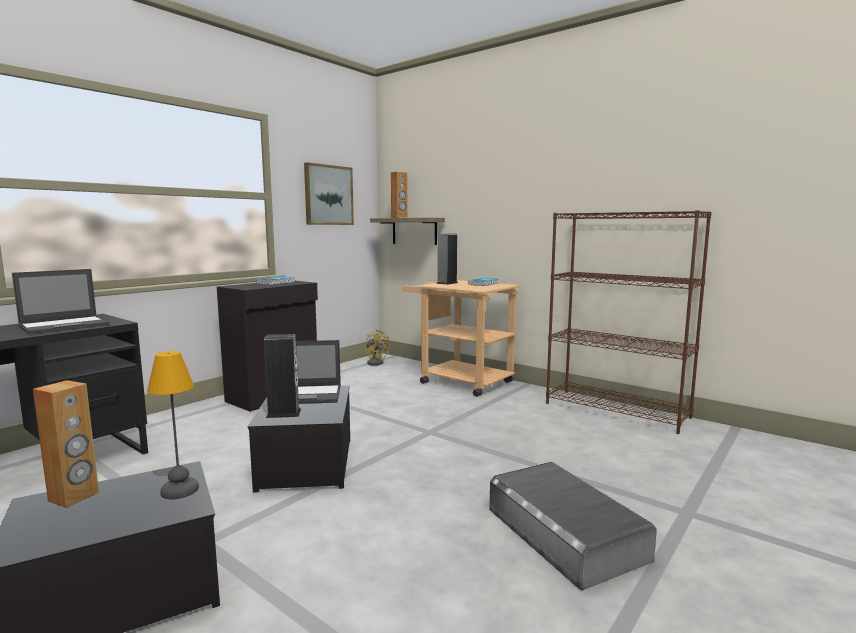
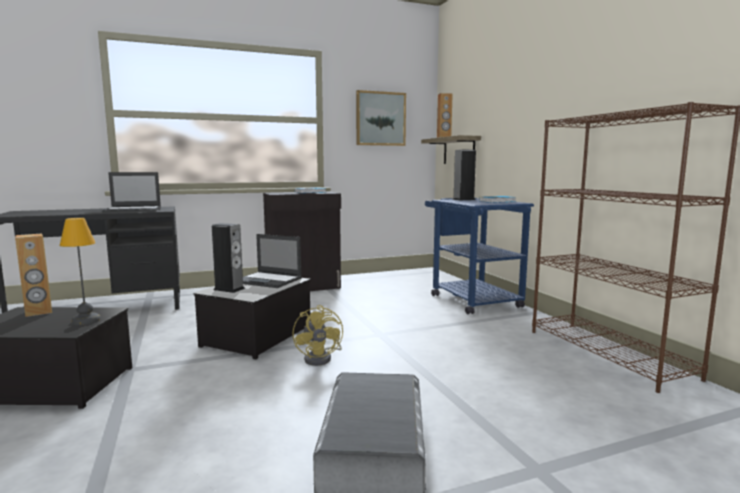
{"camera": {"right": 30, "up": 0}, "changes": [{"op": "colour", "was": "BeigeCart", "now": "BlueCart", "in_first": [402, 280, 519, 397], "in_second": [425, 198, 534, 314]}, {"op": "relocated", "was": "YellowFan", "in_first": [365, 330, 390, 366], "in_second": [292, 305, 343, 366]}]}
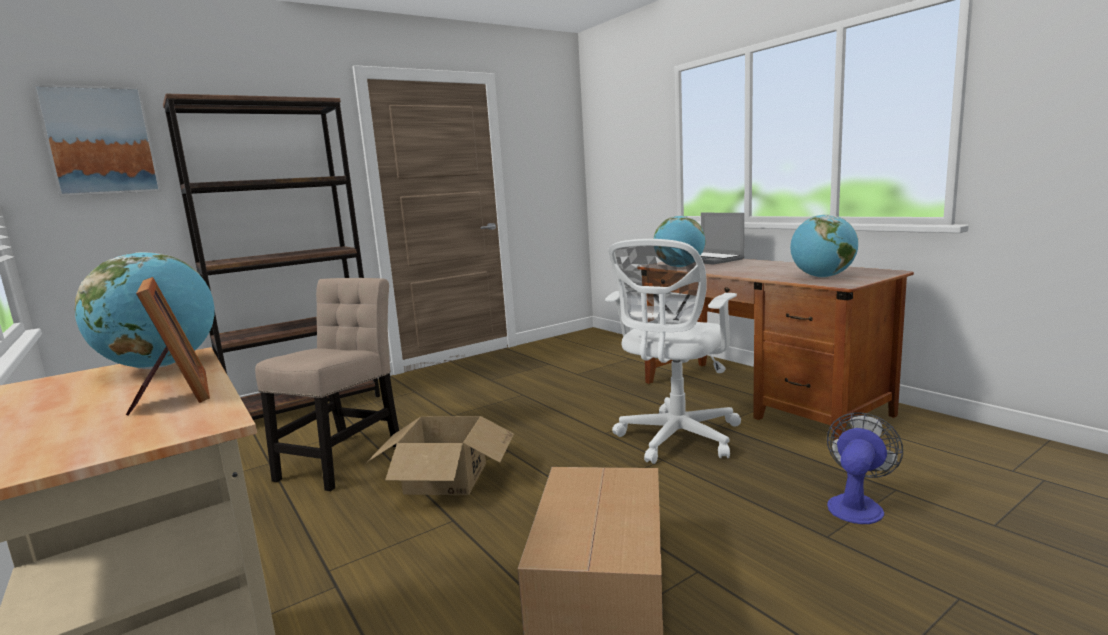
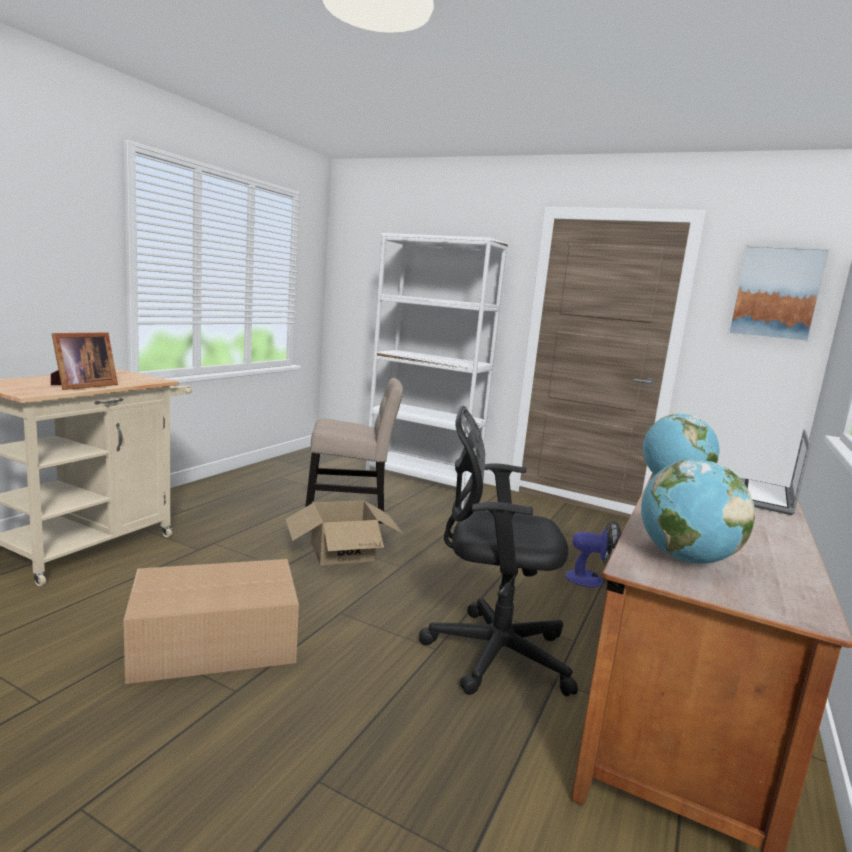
{"camera": {"right": 60, "up": 0}, "changes": [{"op": "relocated", "was": "Picture", "in_first": [32, 84, 161, 196], "in_second": [727, 245, 831, 343]}, {"op": "colour", "was": "BrownBookcase", "now": "WhiteBookcase", "in_first": [163, 93, 380, 420], "in_second": [365, 233, 508, 492]}, {"op": "colour", "was": "WhiteOfficeChair", "now": "BlackOfficeChair", "in_first": [605, 239, 741, 464], "in_second": [419, 406, 578, 696]}, {"op": "missing", "was": "Globe", "in_first": [75, 252, 215, 369]}, {"op": "relocated", "was": "Fan", "in_first": [827, 413, 903, 524], "in_second": [566, 521, 622, 587]}]}
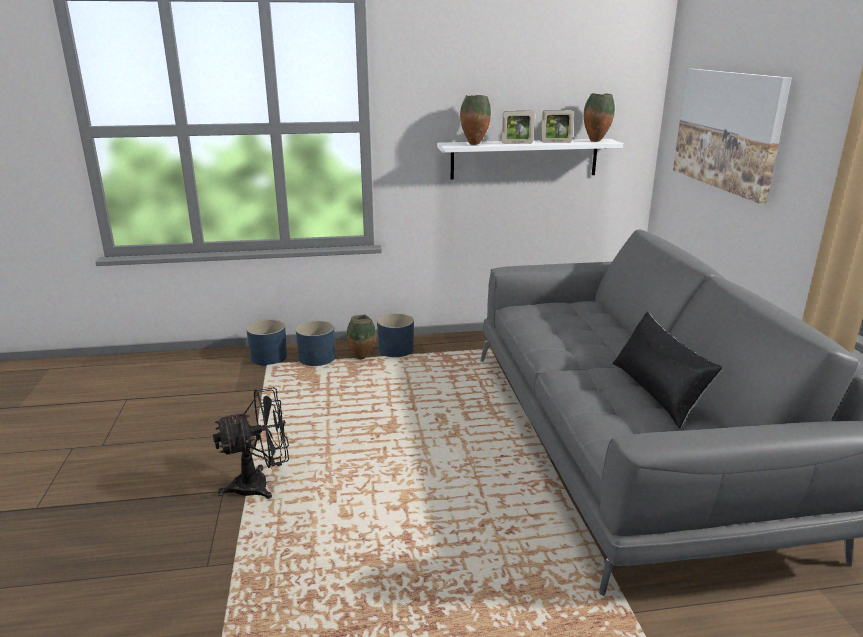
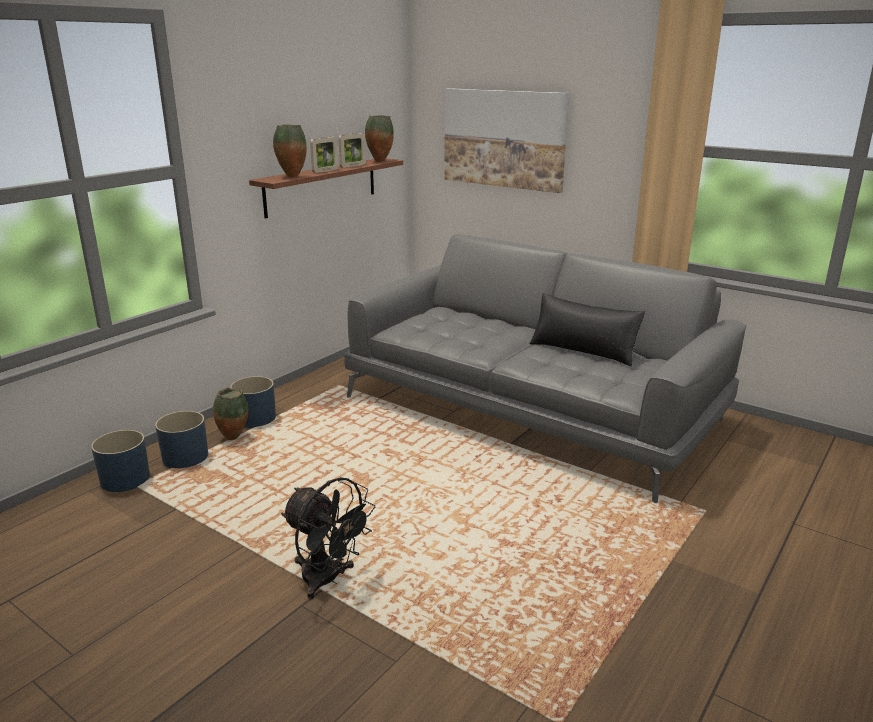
{"camera": {"right": -45, "up": 0}, "changes": [{"op": "colour", "was": "WhiteShelf", "now": "BrownShelf", "in_first": [437, 139, 623, 180], "in_second": [249, 158, 403, 219]}, {"op": "spun", "was": "BlackFan", "in_first": [213, 387, 289, 499], "in_second": [281, 477, 375, 599], "clockwise": 105}]}
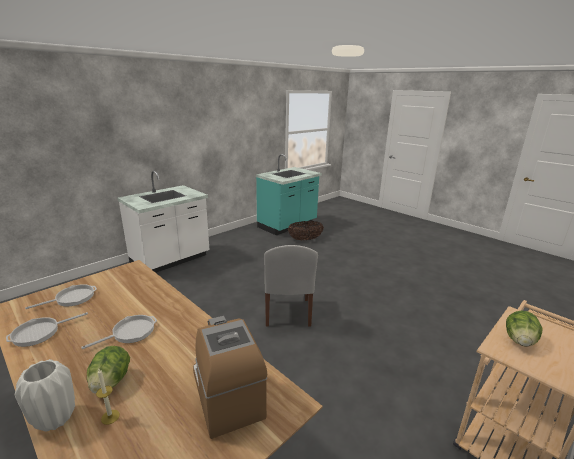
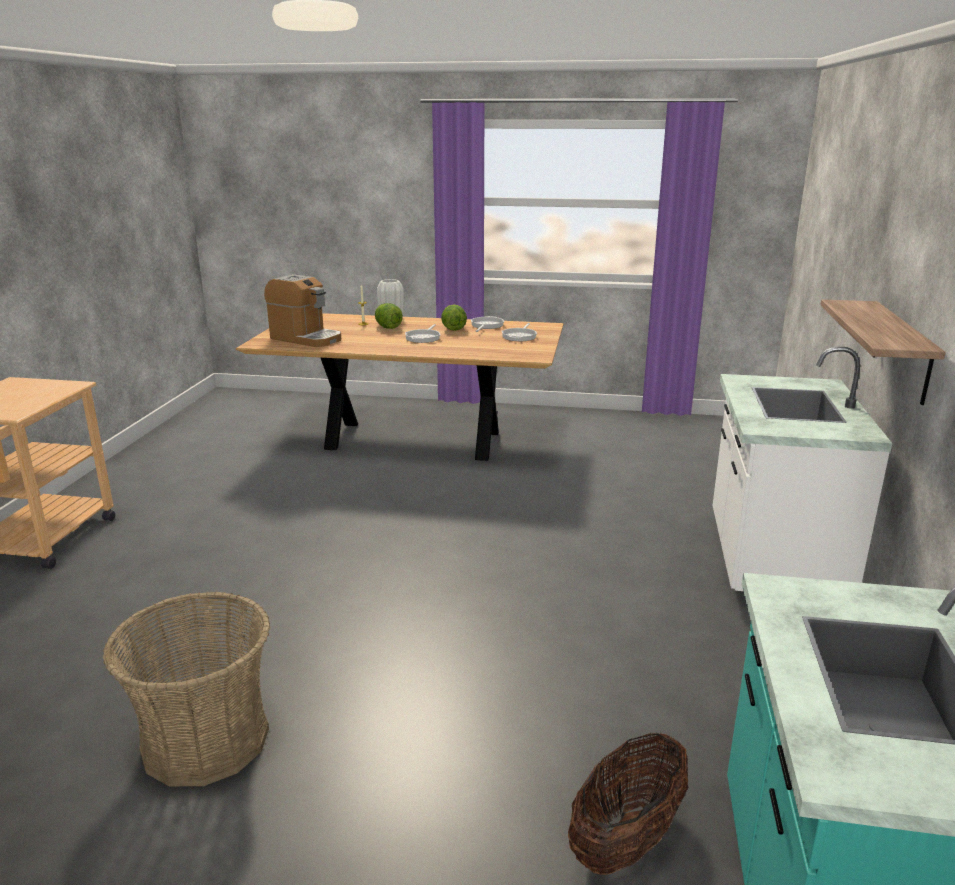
{"camera": {"right": 145, "up": 0}, "changes": [{"op": "missing", "was": "WhiteChair", "in_first": [264, 245, 318, 327]}, {"op": "relocated", "was": "Lettuce", "in_first": [506, 311, 543, 347], "in_second": [441, 304, 467, 331]}, {"op": "appeared", "now": "Shelf", "in_second": [820, 299, 946, 405]}, {"op": "appeared", "now": "Basket", "in_second": [103, 591, 270, 786]}]}
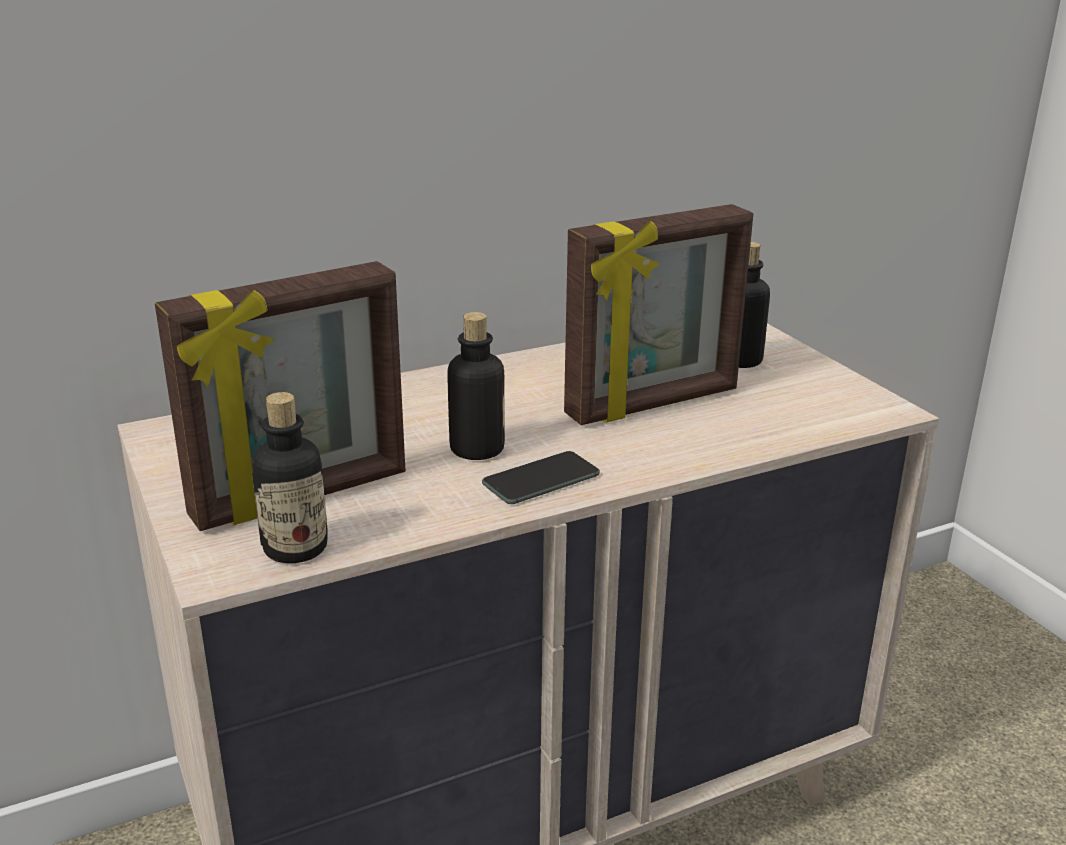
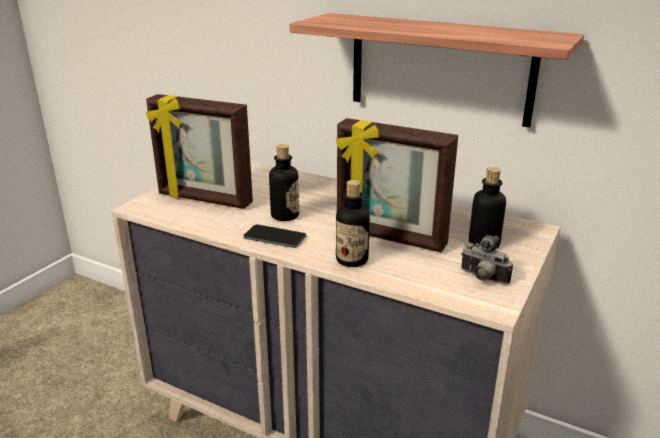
{"camera": {"right": 55, "up": 0}, "changes": [{"op": "relocated", "was": "Bottle", "in_first": [252, 392, 328, 563], "in_second": [336, 180, 370, 267]}, {"op": "appeared", "now": "Shelf", "in_second": [289, 13, 584, 127]}, {"op": "appeared", "now": "PhotoCamera", "in_second": [461, 235, 513, 285]}]}
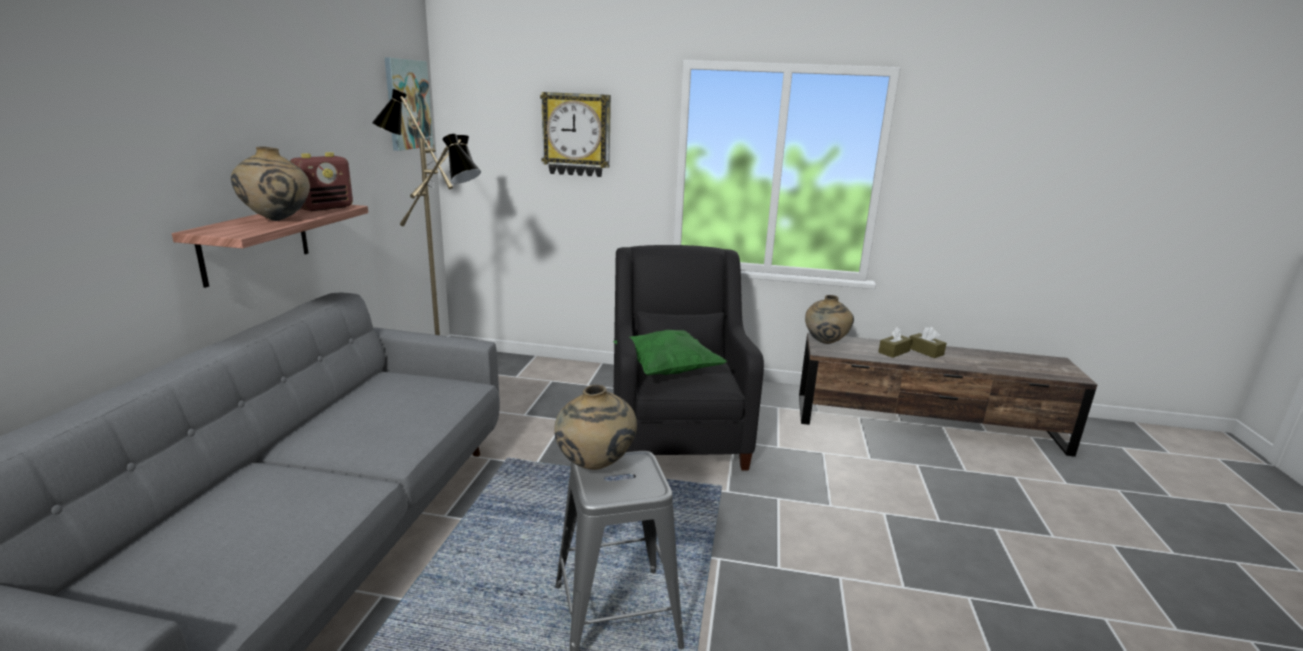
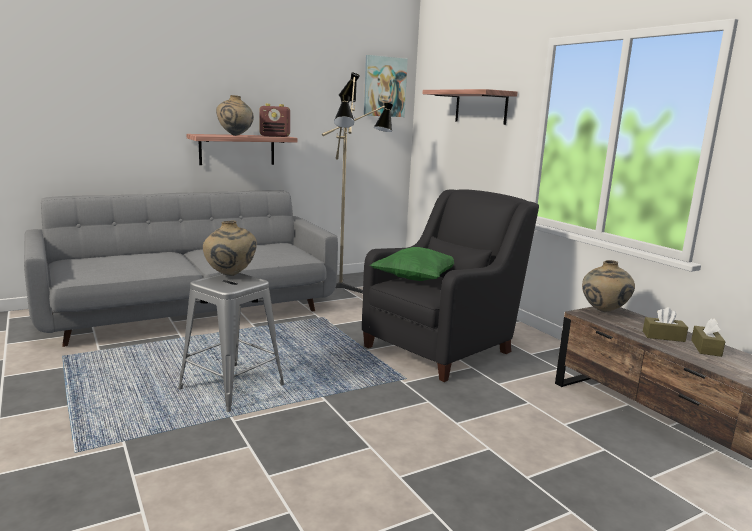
{"camera": {"right": 50, "up": -5}, "changes": [{"op": "exchanged", "was": "WallClock", "now": "Shelf", "in_first": [540, 92, 611, 177], "in_second": [422, 89, 517, 125]}]}
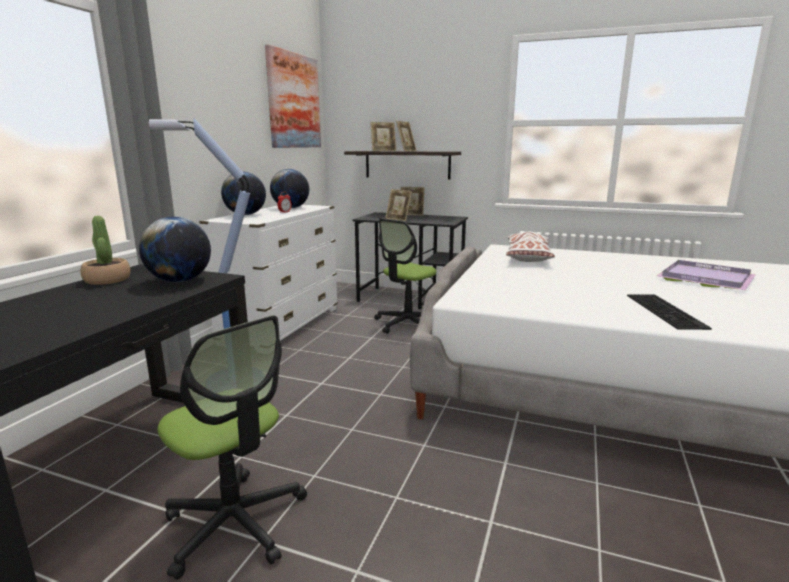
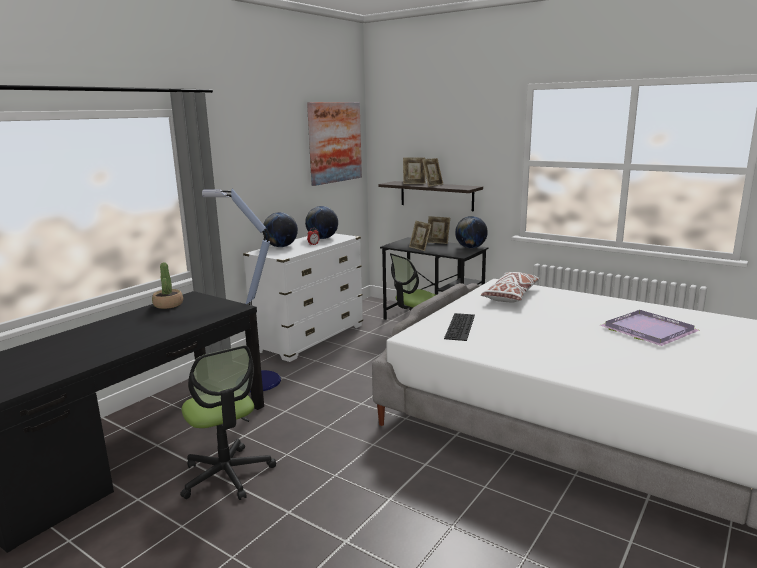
{"camera": {"right": 15, "up": 0}, "changes": [{"op": "relocated", "was": "Globe", "in_first": [139, 216, 211, 282], "in_second": [455, 216, 488, 248]}, {"op": "relocated", "was": "Keyboard", "in_first": [627, 294, 712, 330], "in_second": [444, 313, 475, 341]}]}
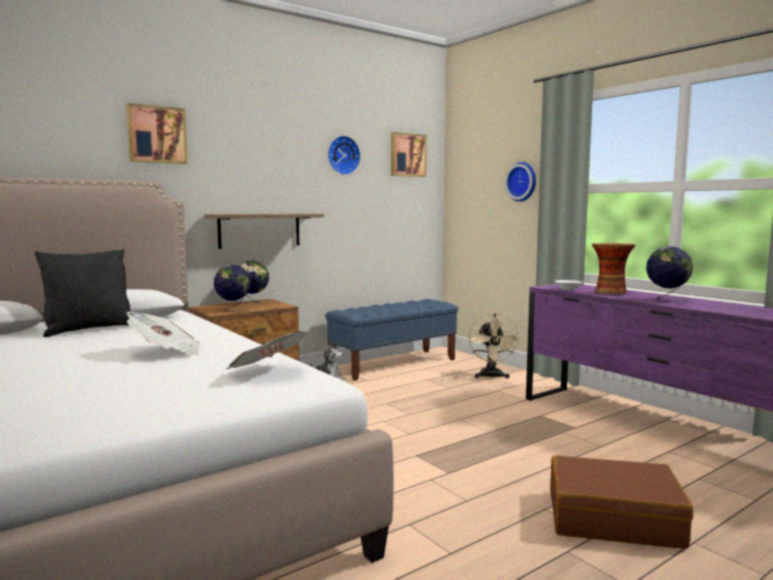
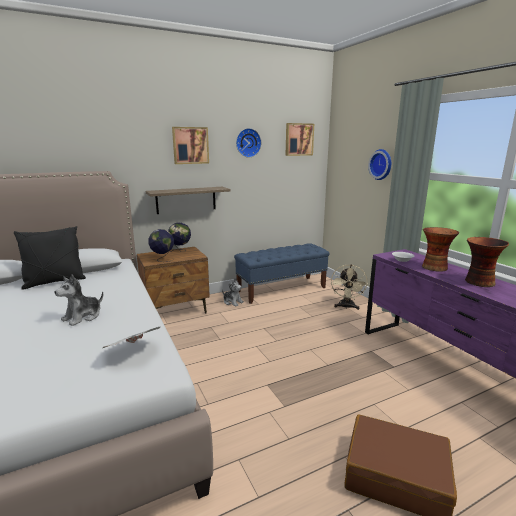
{"camera": {"right": 10, "up": 10}, "changes": [{"op": "relocated", "was": "Picture", "in_first": [126, 103, 188, 164], "in_second": [172, 127, 209, 164]}, {"op": "exchanged", "was": "Globe", "now": "Vase", "in_first": [646, 246, 693, 302], "in_second": [465, 237, 509, 287]}, {"op": "exchanged", "was": "Newspaper", "now": "PlushToy", "in_first": [127, 312, 200, 355], "in_second": [54, 275, 103, 326]}]}
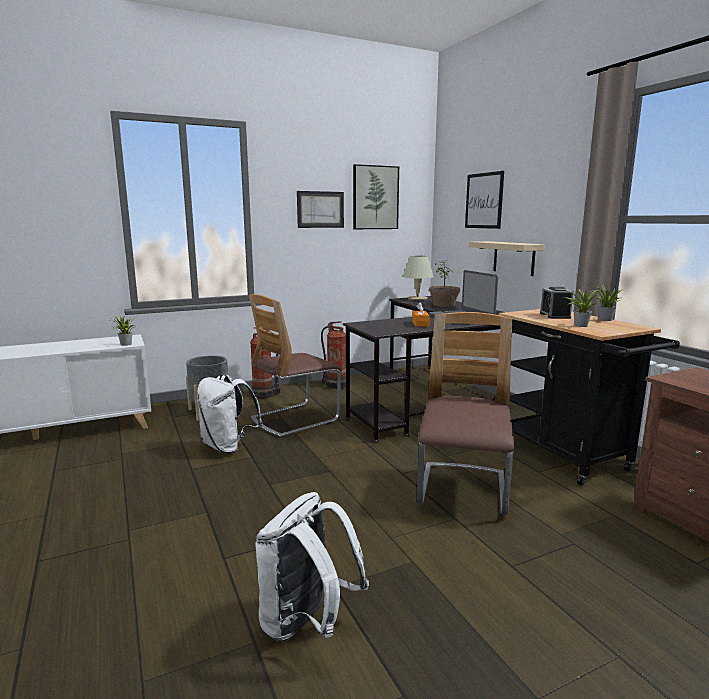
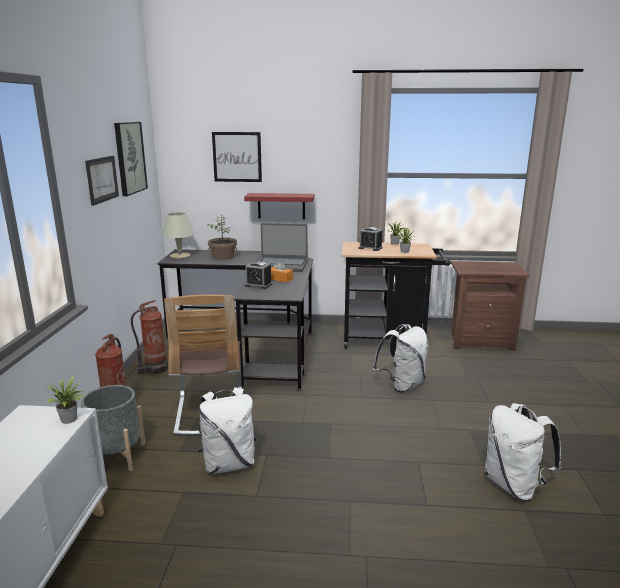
{"camera": {"right": -60, "up": 5}, "changes": [{"op": "colour", "was": "BeigeShelf", "now": "RedShelf", "in_first": [469, 241, 545, 276], "in_second": [244, 193, 314, 219]}, {"op": "exchanged", "was": "Chair", "now": "WhiteBackpack", "in_first": [417, 312, 514, 515], "in_second": [373, 324, 428, 393]}, {"op": "appeared", "now": "AlarmClock", "in_second": [245, 261, 272, 289]}]}
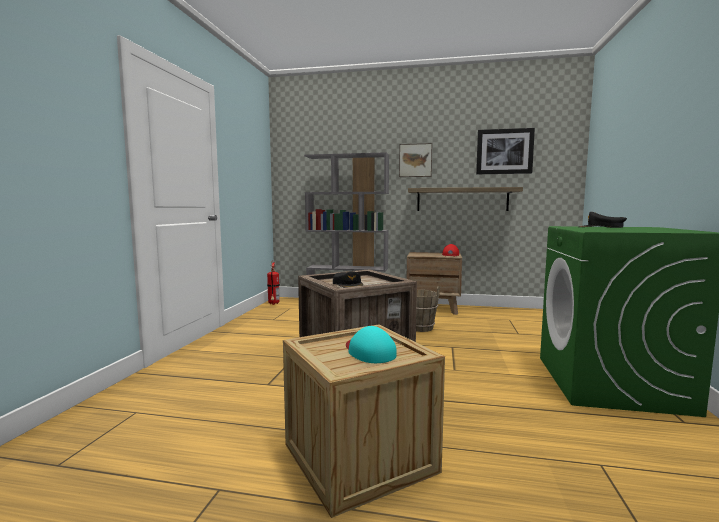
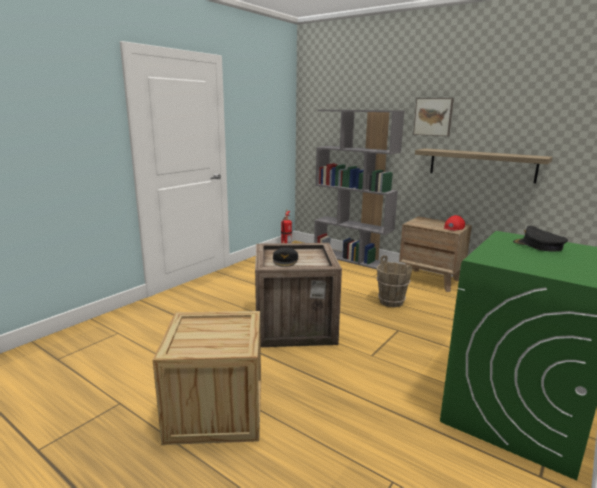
{"camera": {"right": 25, "up": 10}, "changes": [{"op": "missing", "was": "Picture", "in_first": [476, 128, 535, 174]}, {"op": "missing", "was": "TurquoiseCap", "in_first": [346, 326, 397, 363]}]}
